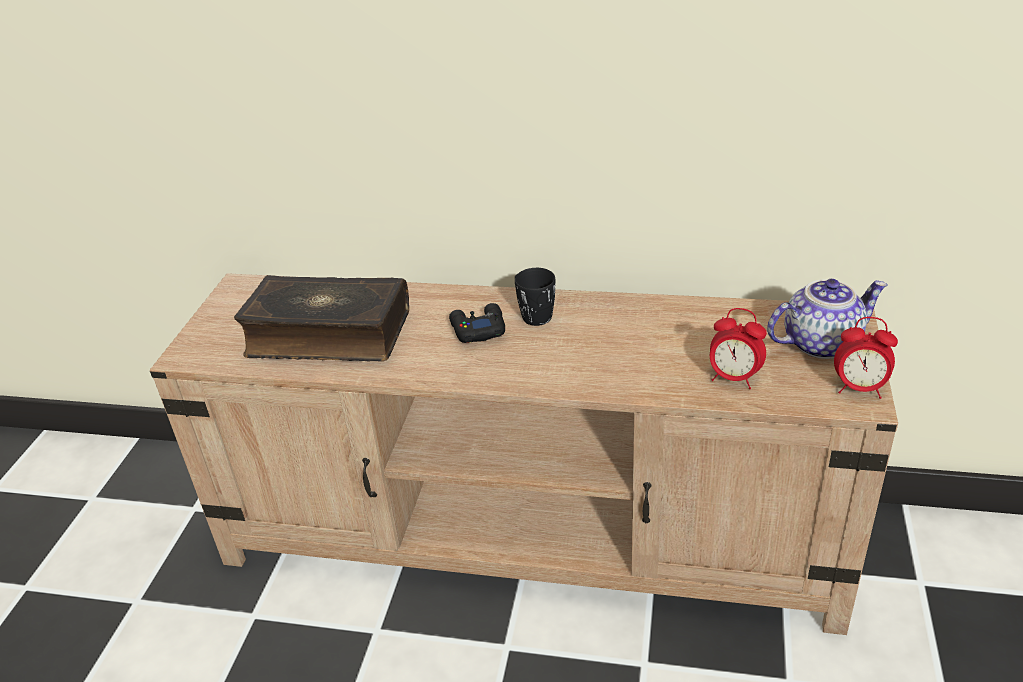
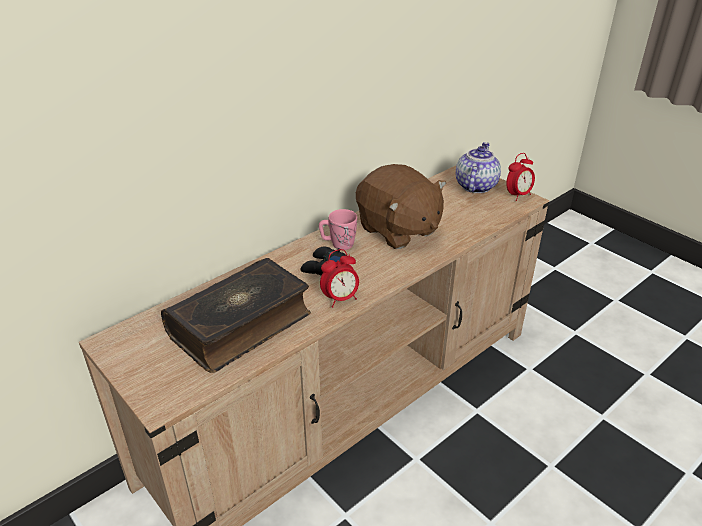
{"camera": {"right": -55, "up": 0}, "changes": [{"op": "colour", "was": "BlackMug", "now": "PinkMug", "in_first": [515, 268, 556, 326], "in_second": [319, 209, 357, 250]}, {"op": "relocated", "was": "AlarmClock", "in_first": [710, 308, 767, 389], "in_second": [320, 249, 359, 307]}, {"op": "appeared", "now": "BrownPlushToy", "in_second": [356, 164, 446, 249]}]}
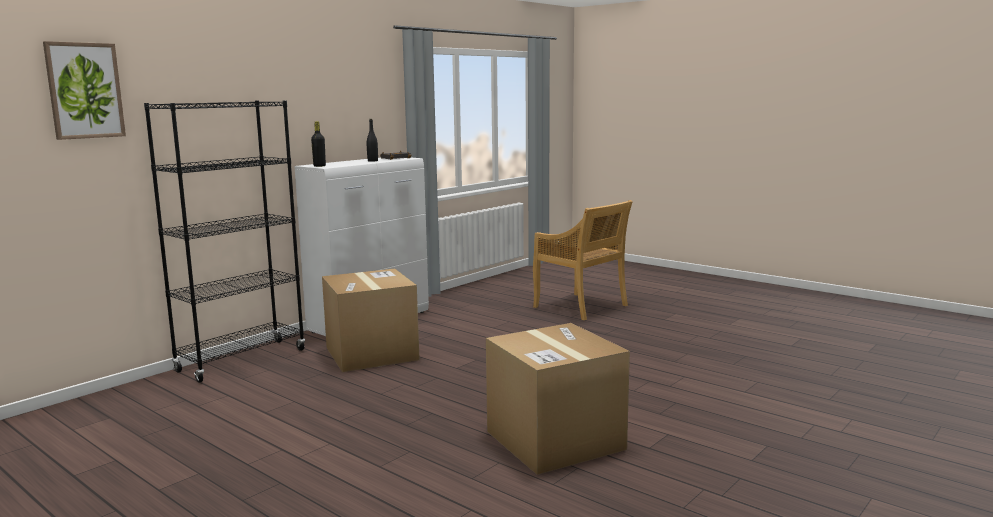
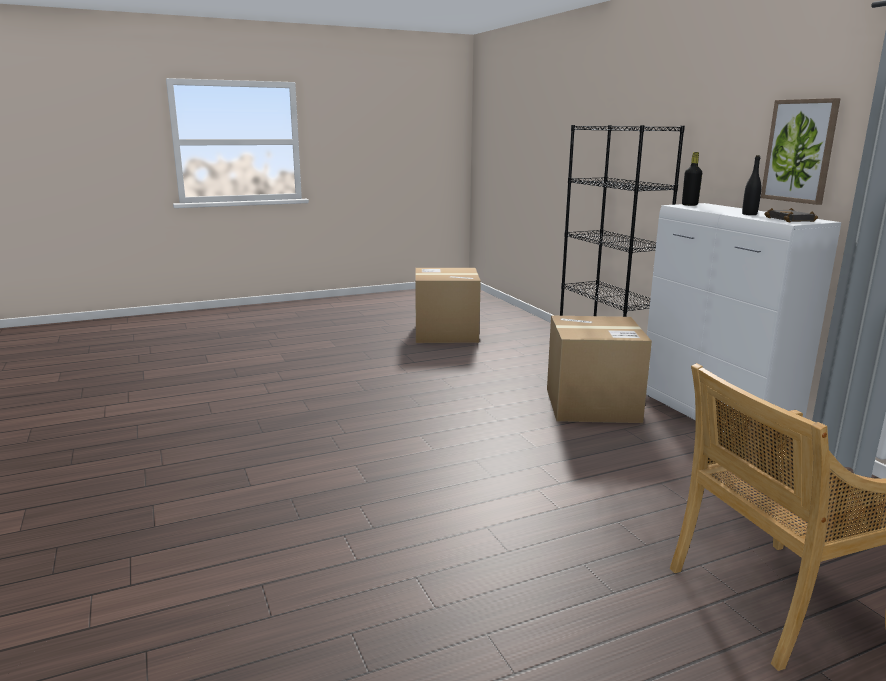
{"camera": {"right": 115, "up": 5}, "changes": [{"op": "relocated", "was": "Picture", "in_first": [43, 41, 126, 140], "in_second": [761, 98, 841, 205]}, {"op": "relocated", "was": "CardboardBox", "in_first": [486, 323, 630, 475], "in_second": [415, 268, 481, 343]}]}
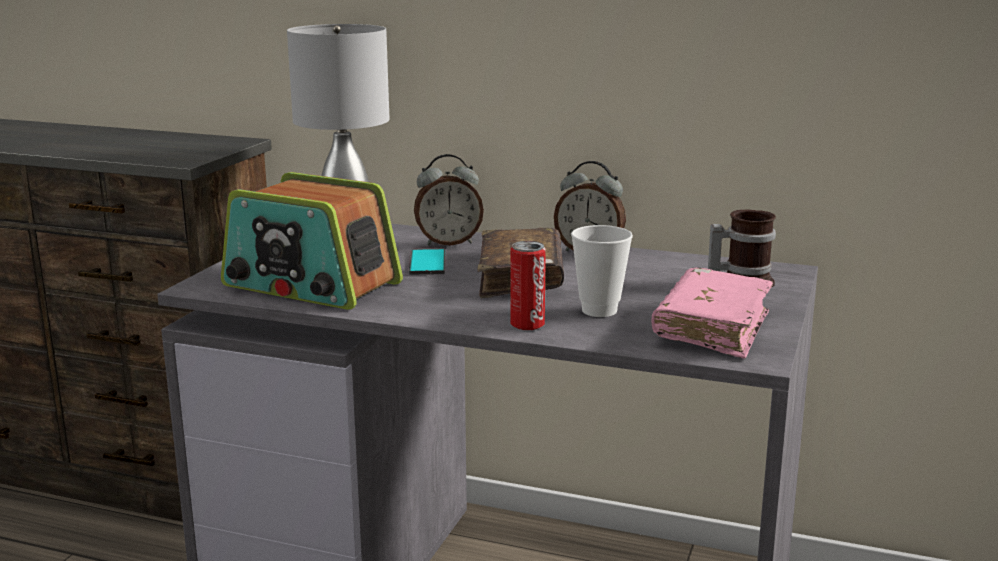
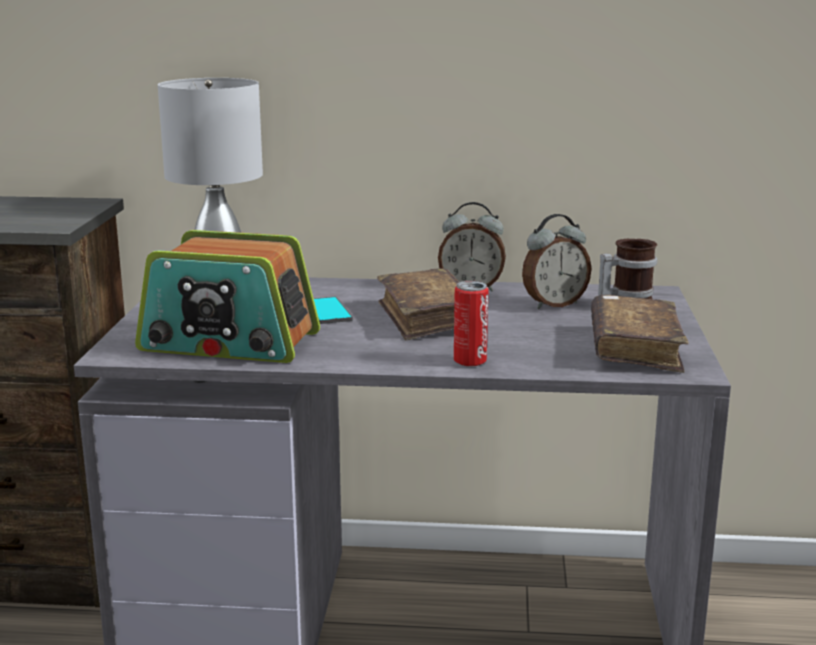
{"camera": {"right": -15, "up": 0}, "changes": [{"op": "relocated", "was": "AlarmClock", "in_first": [414, 154, 484, 246], "in_second": [522, 214, 591, 309]}, {"op": "missing", "was": "Cup", "in_first": [571, 225, 633, 317]}, {"op": "colour", "was": "PinkBook", "now": "BrownBook", "in_first": [651, 268, 773, 359], "in_second": [591, 295, 689, 373]}]}
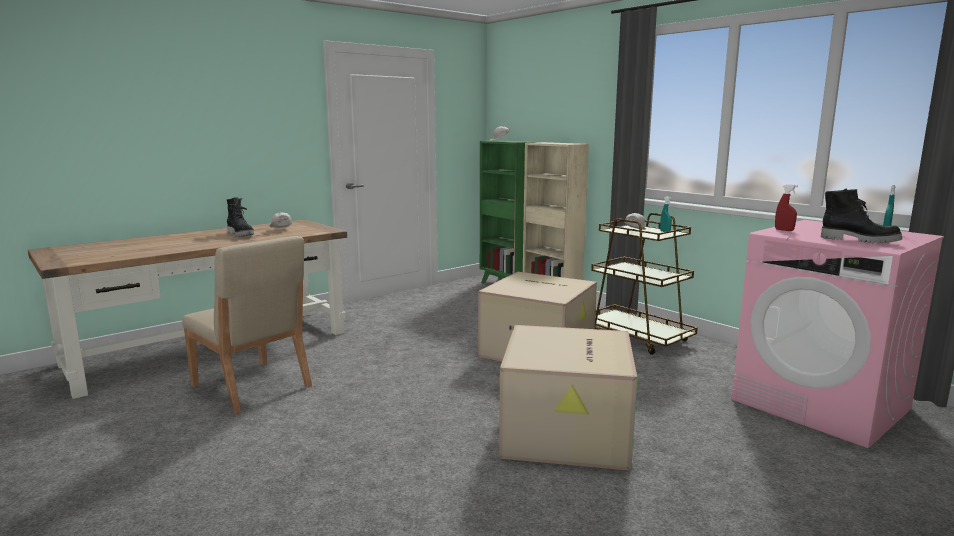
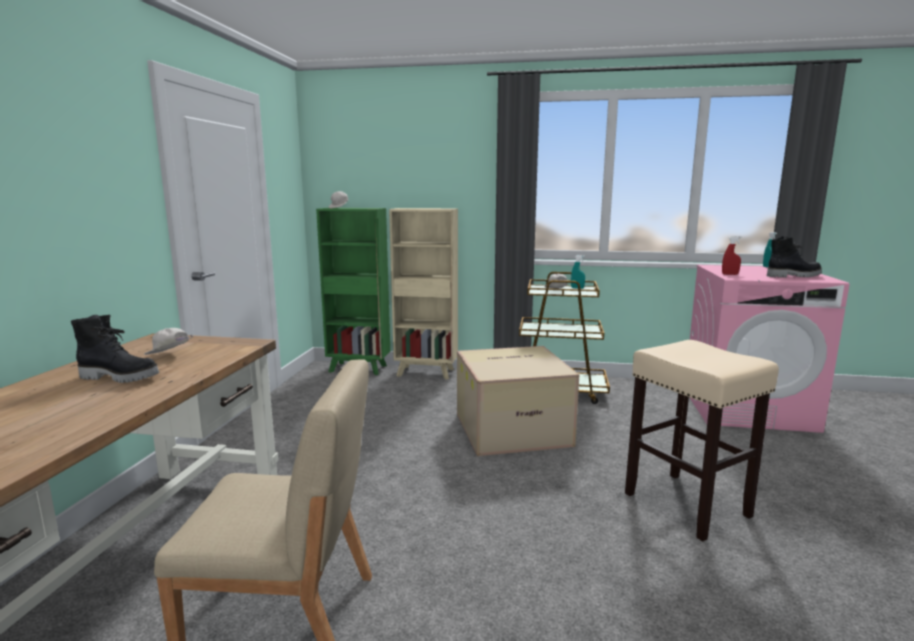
{"camera": {"right": -40, "up": 0}, "changes": [{"op": "exchanged", "was": "CardboardBox", "now": "BeigeStool", "in_first": [499, 325, 637, 471], "in_second": [625, 340, 779, 541]}]}
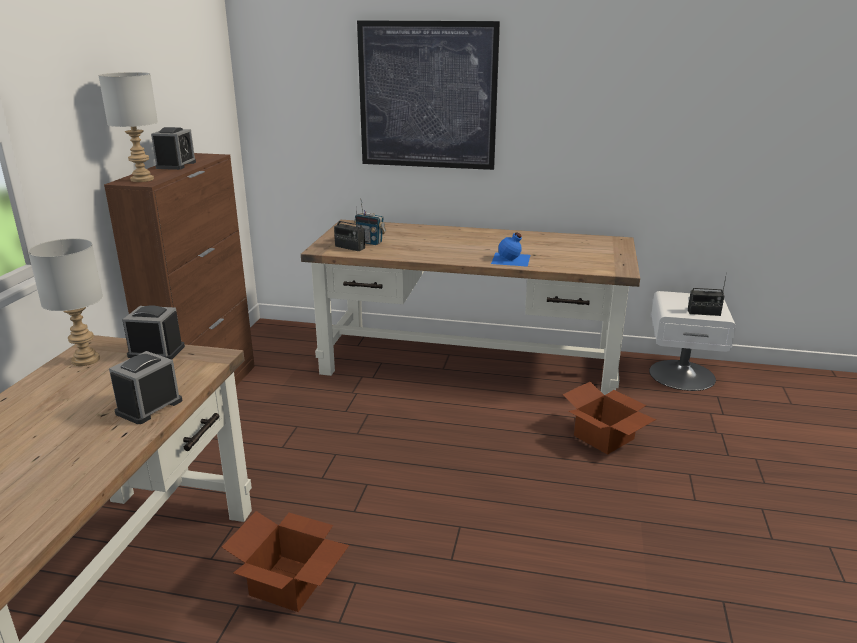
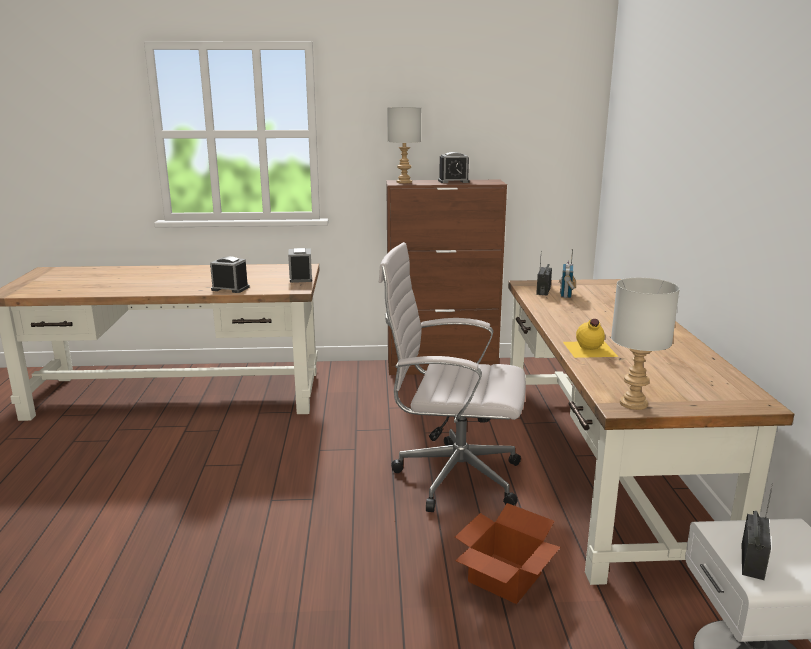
{"camera": {"right": 75, "up": -5}, "changes": [{"op": "missing", "was": "Picture", "in_first": [357, 20, 500, 170]}, {"op": "colour", "was": "BlueBottle", "now": "YellowBottle", "in_first": [491, 232, 530, 267], "in_second": [563, 319, 618, 358]}, {"op": "relocated", "was": "GreyTableLamp", "in_first": [28, 238, 103, 366], "in_second": [611, 278, 680, 410]}, {"op": "spun", "was": "Radio", "in_first": [688, 273, 727, 316], "in_second": [742, 483, 773, 580], "clockwise": -150}, {"op": "missing", "was": "CardboardBox", "in_first": [222, 511, 349, 612]}, {"op": "appeared", "now": "WhiteOfficeChair", "in_second": [379, 242, 526, 512]}]}
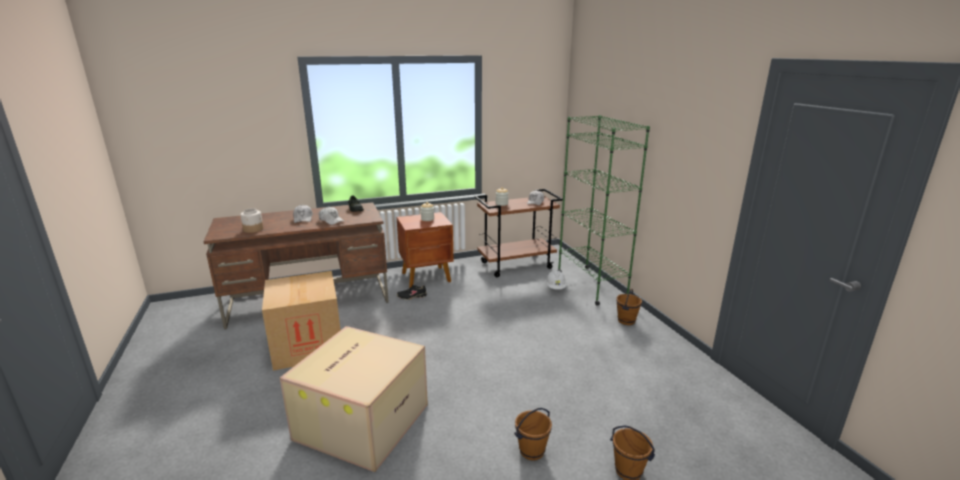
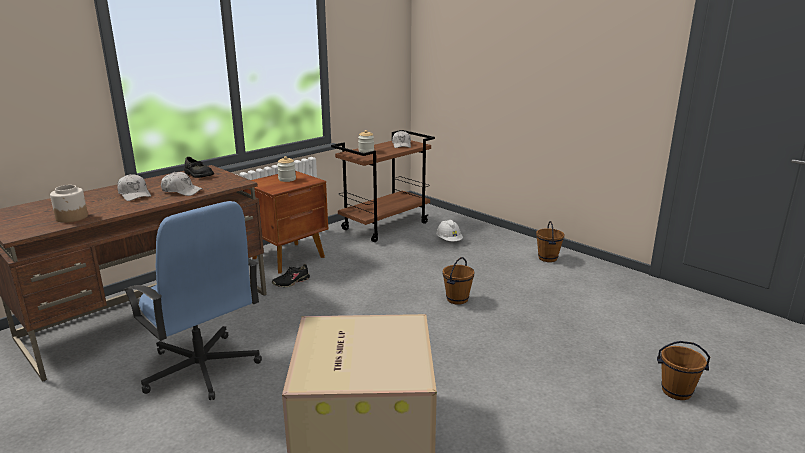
{"camera": {"right": -25, "up": 0}, "changes": [{"op": "missing", "was": "GreenBookcase", "in_first": [558, 115, 650, 306]}, {"op": "exchanged", "was": "CardboardBox", "now": "BlueOfficeChair", "in_first": [262, 271, 341, 371], "in_second": [123, 201, 262, 400]}, {"op": "relocated", "was": "BrownBucket", "in_first": [514, 408, 552, 461], "in_second": [443, 257, 474, 305]}]}
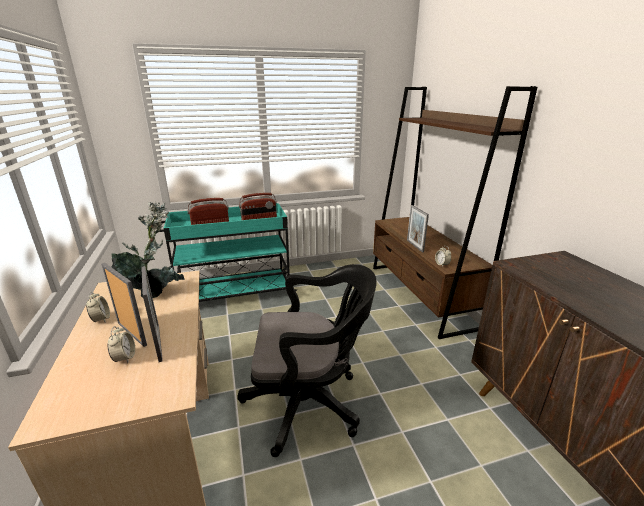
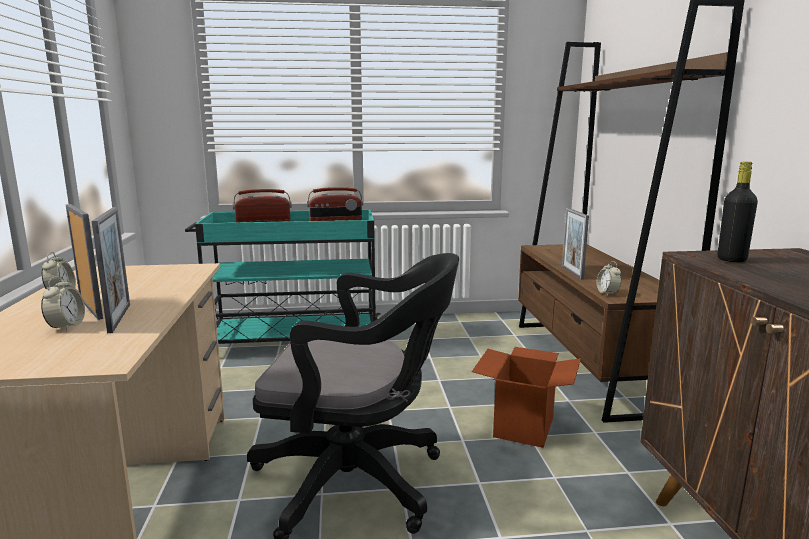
{"camera": {"right": 10, "up": -10}, "changes": [{"op": "missing", "was": "PottedPlant", "in_first": [111, 202, 184, 298]}, {"op": "appeared", "now": "BlackBottle", "in_second": [718, 162, 758, 262]}, {"op": "appeared", "now": "CardboardBox", "in_second": [472, 347, 581, 448]}]}
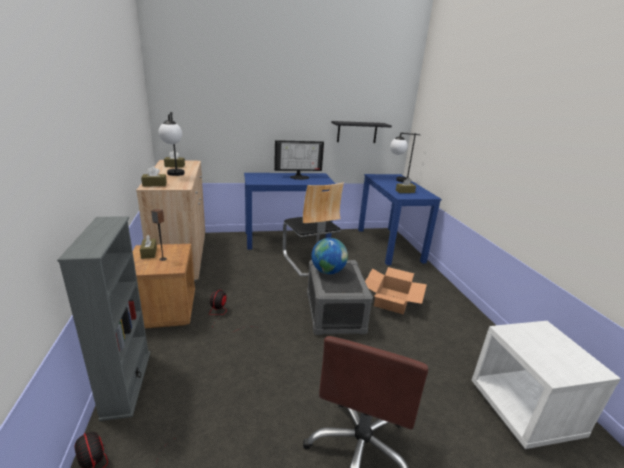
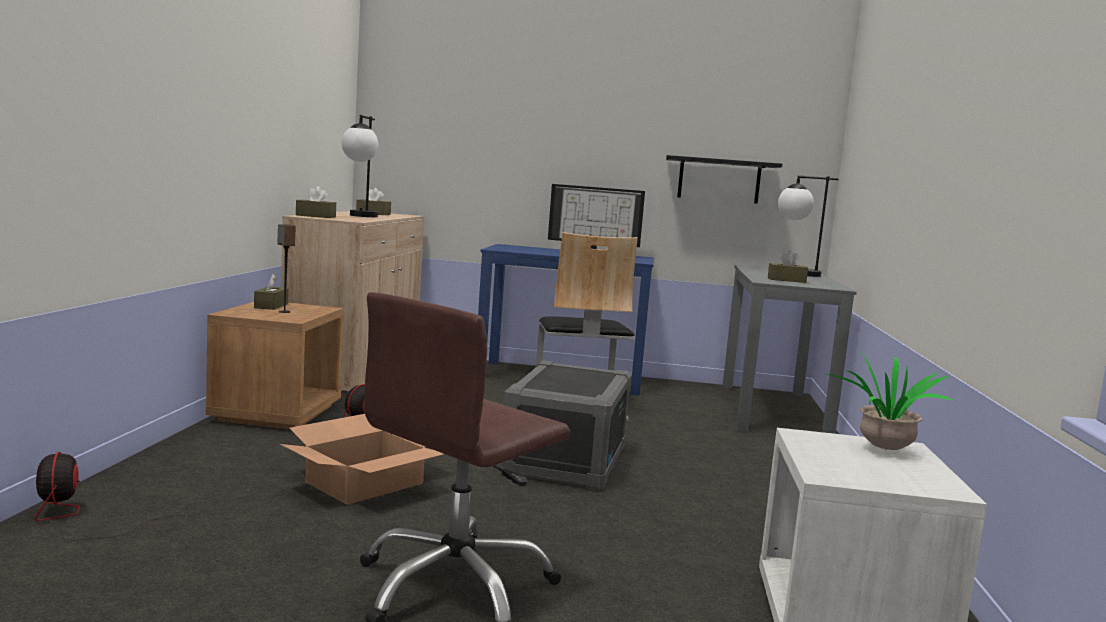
{"camera": {"right": 20, "up": -15}, "changes": [{"op": "colour", "was": "BlueDesk", "now": "GreyDesk", "in_first": [358, 174, 442, 265], "in_second": [723, 265, 857, 434]}, {"op": "missing", "was": "GreyBookcase", "in_first": [57, 216, 150, 421]}, {"op": "missing", "was": "Globe", "in_first": [311, 238, 348, 274]}, {"op": "relocated", "was": "CardboardBox", "in_first": [365, 267, 427, 315], "in_second": [280, 414, 444, 505]}, {"op": "appeared", "now": "PottedPlant", "in_second": [826, 350, 953, 450]}]}
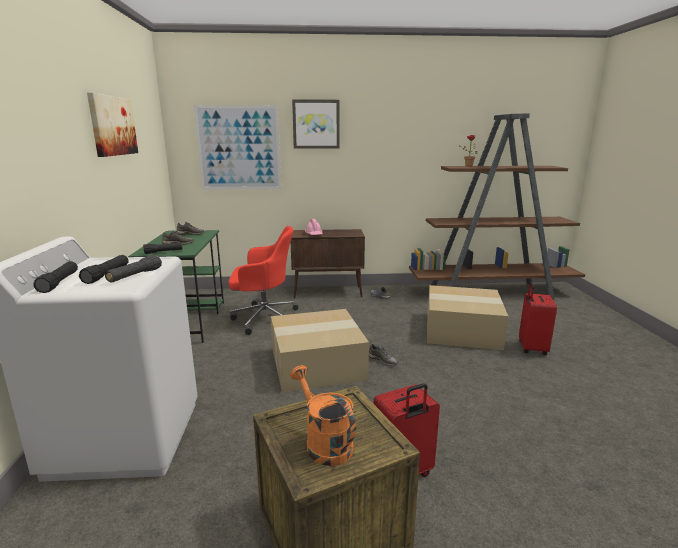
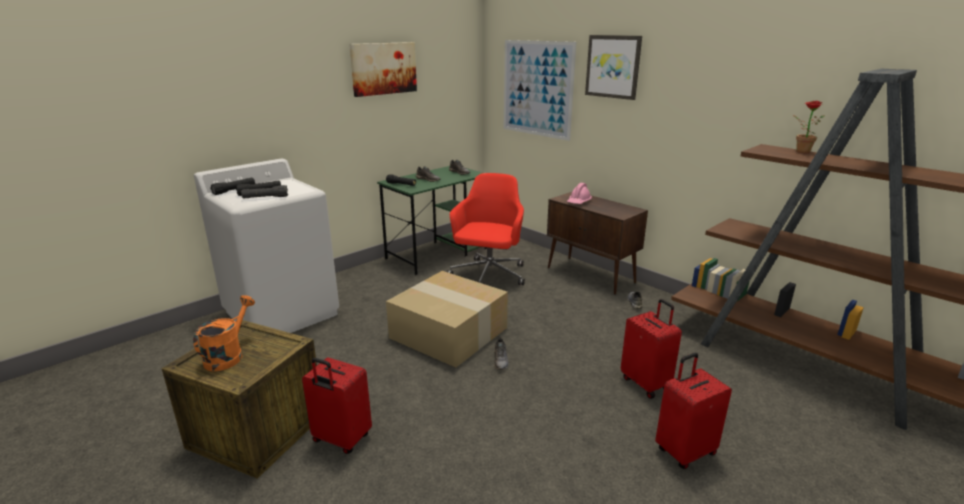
{"camera": {"right": 50, "up": 5}, "changes": [{"op": "spun", "was": "RedOfficeChair", "in_first": [228, 226, 299, 335], "in_second": [447, 173, 525, 285], "clockwise": -120}, {"op": "exchanged", "was": "CardboardBox", "now": "RedSuitcase", "in_first": [427, 285, 508, 350], "in_second": [621, 299, 682, 399]}]}
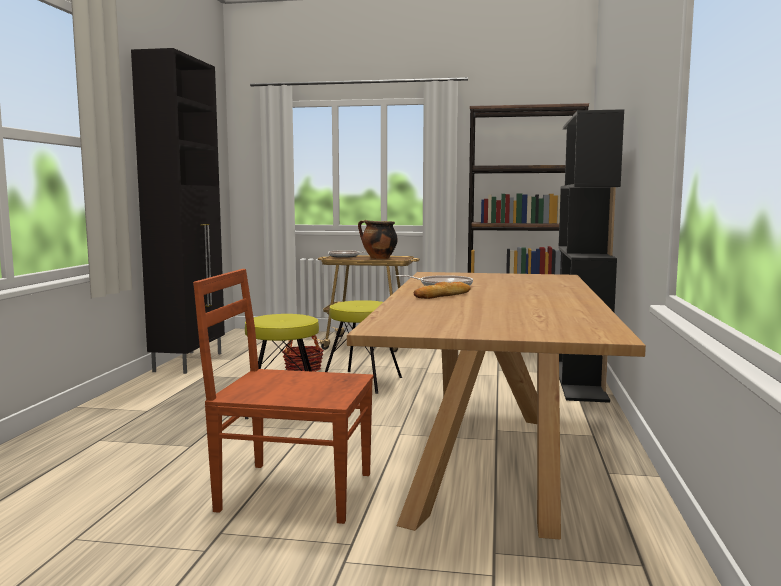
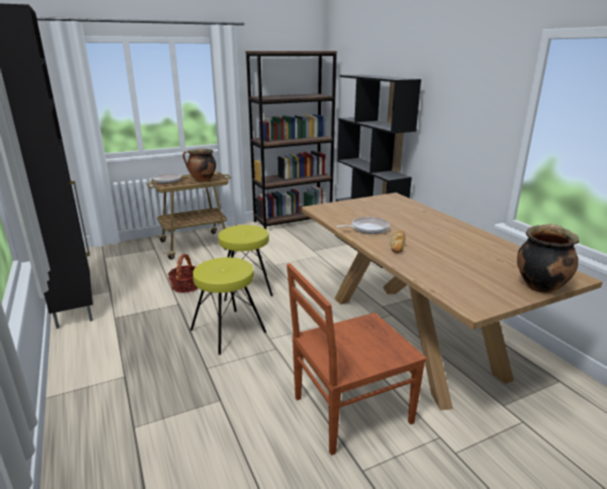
{"camera": {"right": -35, "up": 15}, "changes": [{"op": "appeared", "now": "CookingPot", "in_second": [517, 224, 579, 293]}]}
